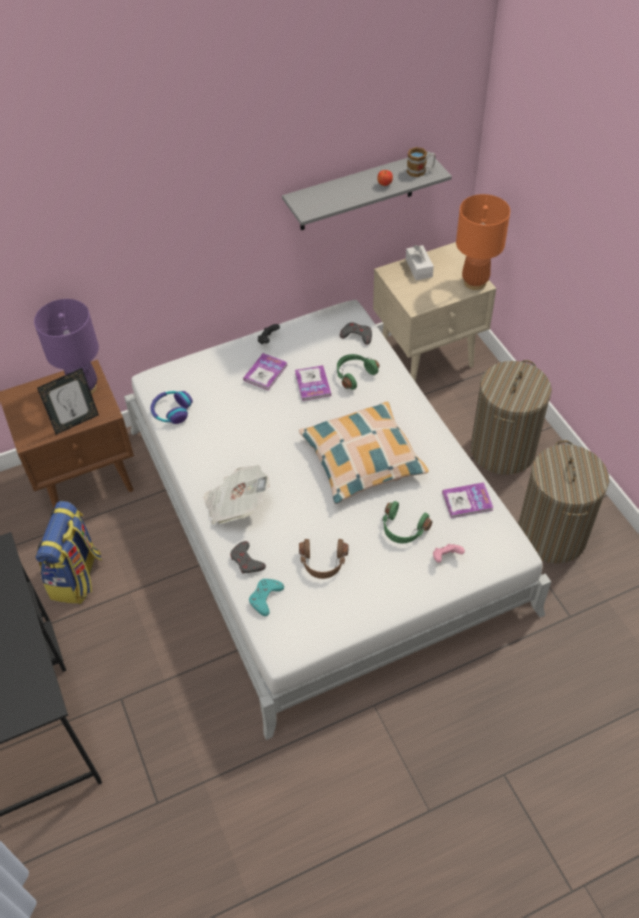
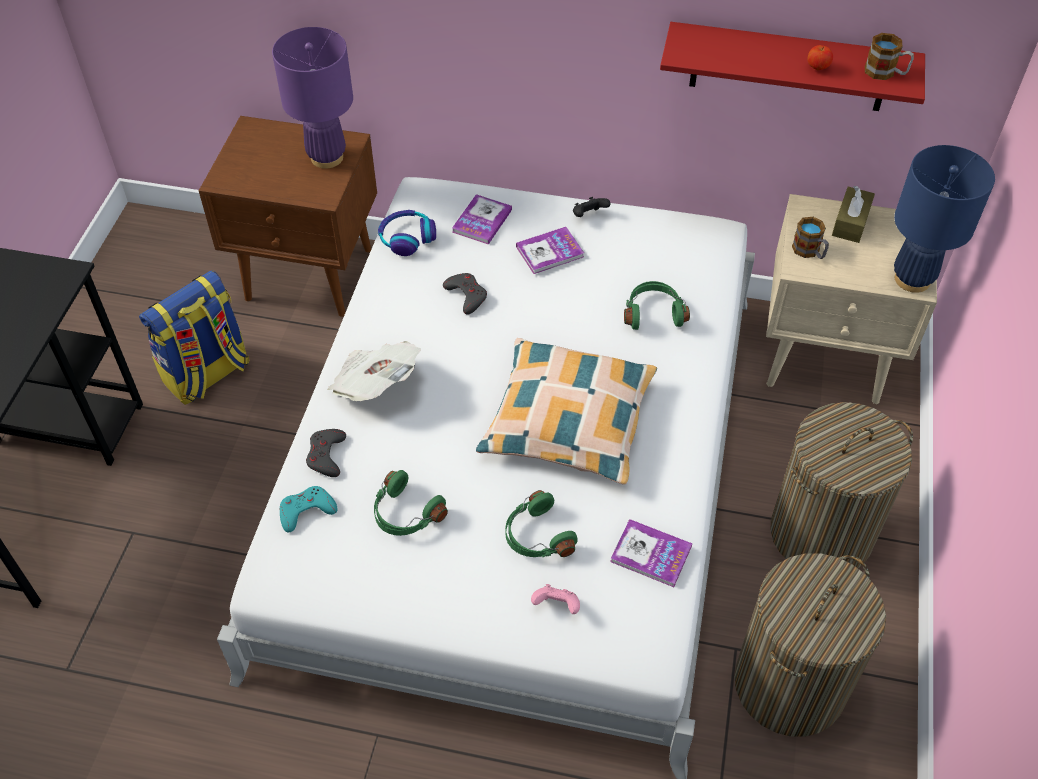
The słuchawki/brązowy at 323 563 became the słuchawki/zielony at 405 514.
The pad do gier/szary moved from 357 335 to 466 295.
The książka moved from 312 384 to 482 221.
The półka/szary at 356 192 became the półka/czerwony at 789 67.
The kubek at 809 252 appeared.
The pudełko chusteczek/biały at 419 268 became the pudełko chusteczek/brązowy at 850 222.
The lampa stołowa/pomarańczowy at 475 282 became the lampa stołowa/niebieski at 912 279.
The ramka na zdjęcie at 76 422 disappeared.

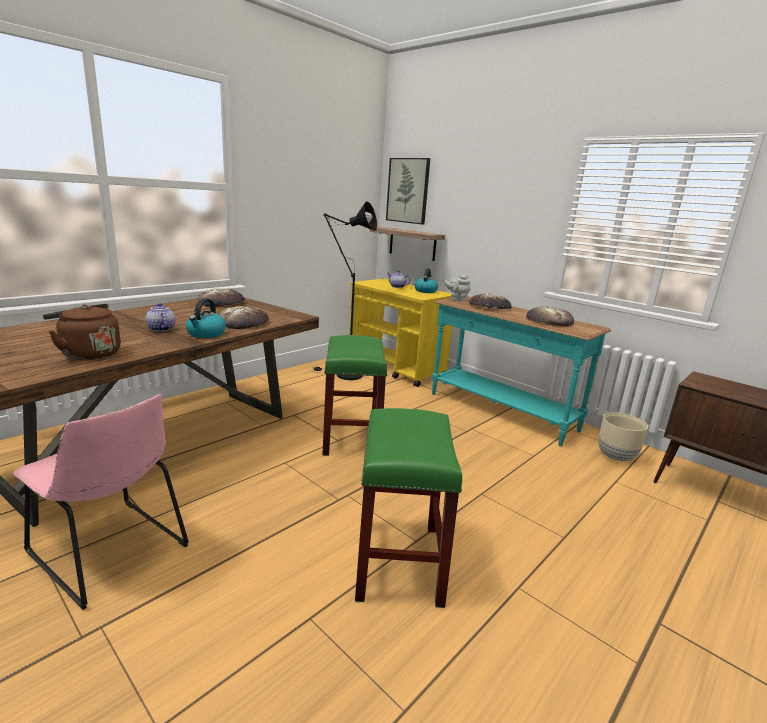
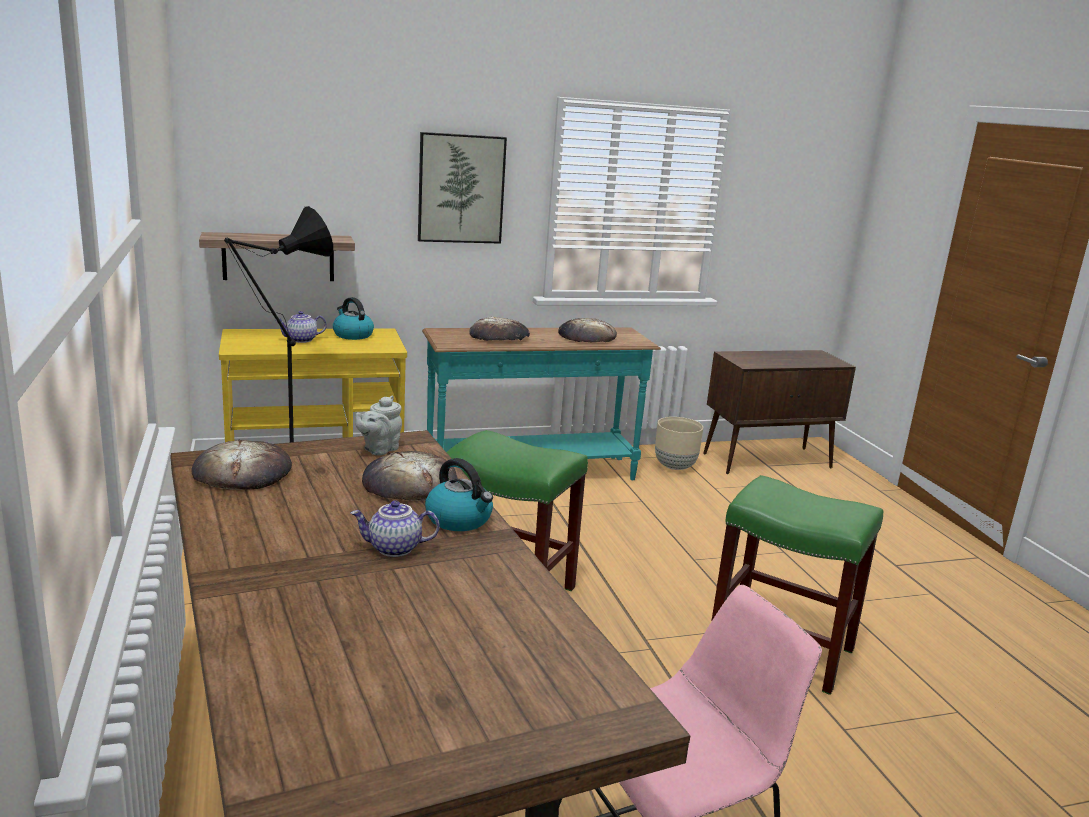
The imbryk/szary moved from 457 299 to 379 449.
The obraz moved from 408 191 to 461 188.
The czajnik/brązowy at 88 354 disappeared.

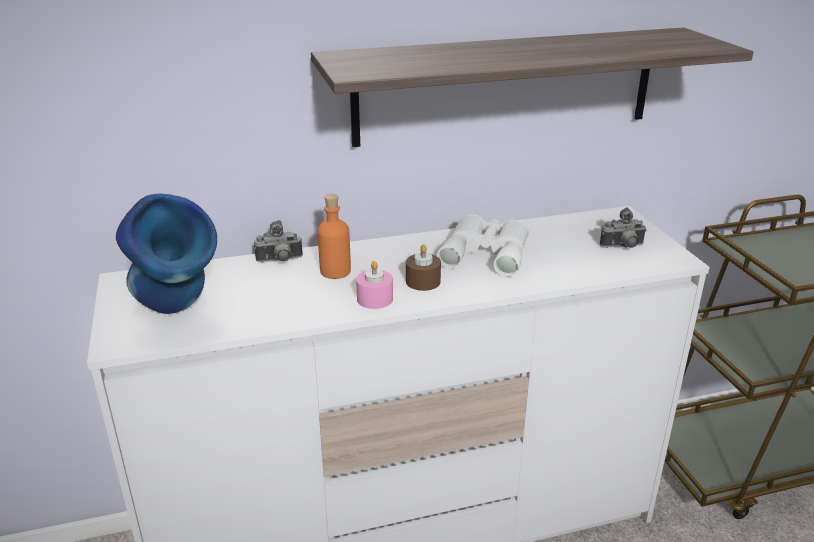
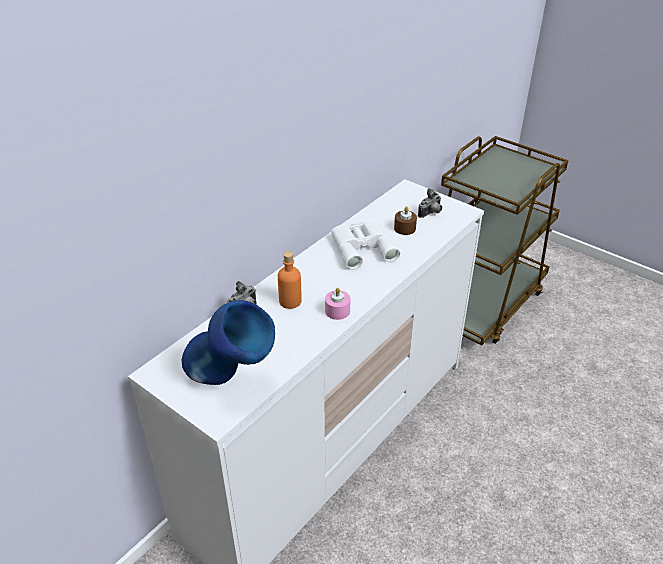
The świeca/brązowy moved from 423 281 to 404 228.
The półka at 506 86 disappeared.

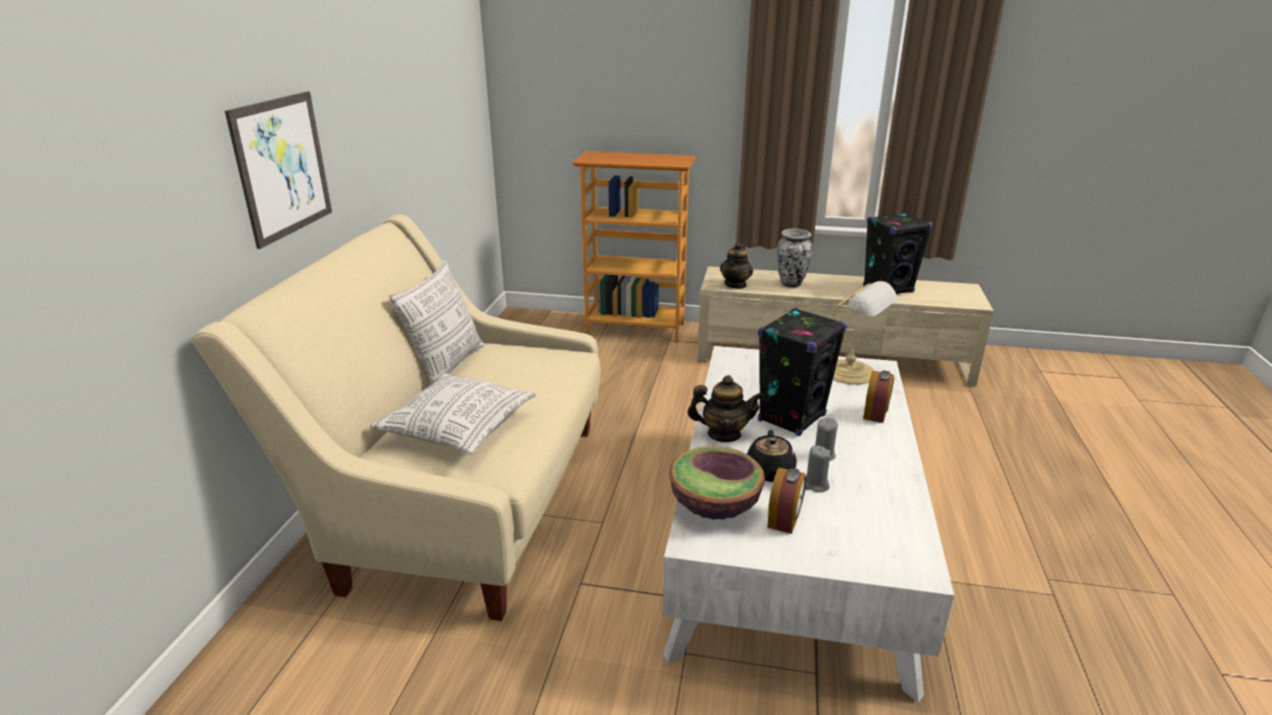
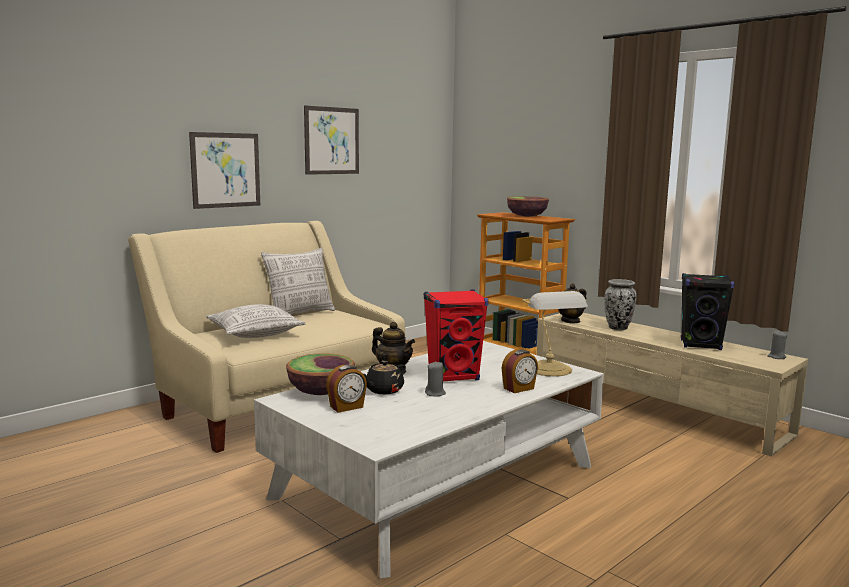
The obraz at 332 140 appeared.
The głośnik/czarny at 792 418 became the głośnik/czerwony at 453 376.
The miska at 527 216 appeared.
The świeca/szary moved from 815 485 to 776 357.

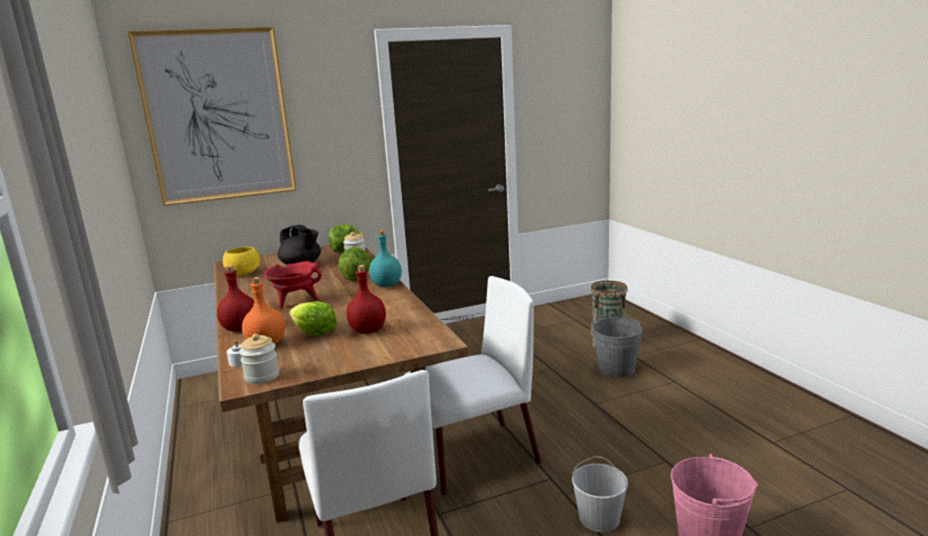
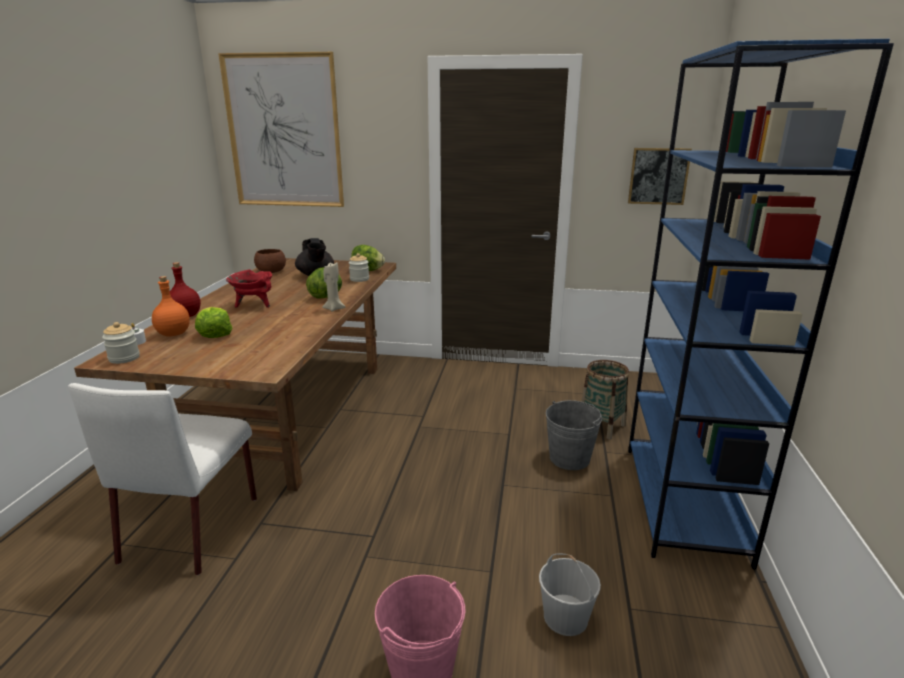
The miska/żółty at 244 273 became the miska/brązowy at 272 272.
The butelka/turkusowy at 387 285 was replaced by the świeca/beżowy at 334 309.
The wiadro/biały moved from 600 518 to 566 617.
The regał/niebieski at 684 502 appeared.
The obraz at 658 176 appeared.
The butelka/czerwony at 368 330 disappeared.
The krzesło/biały at 474 458 disappeared.

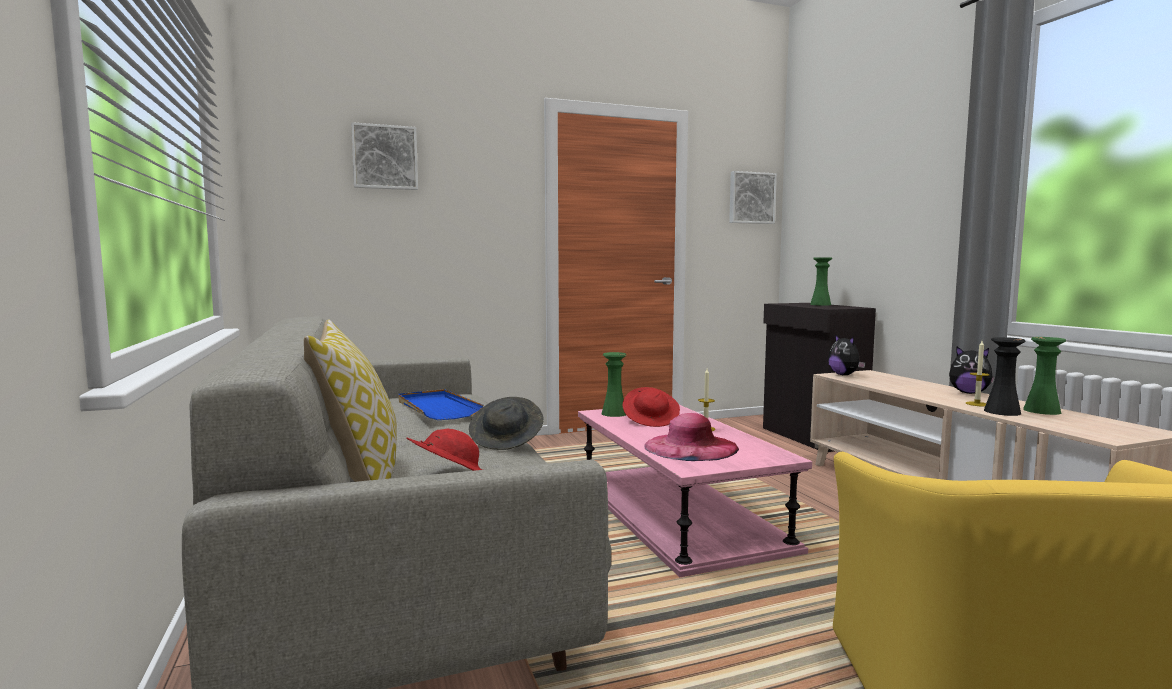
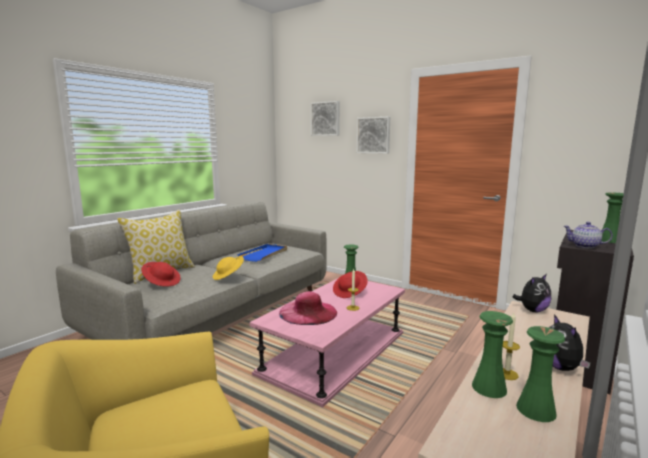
The kapelusz/szary at 507 440 became the kapelusz/żółty at 228 276.
The obraz moved from 751 198 to 374 135.
The wazon/czarny at 1002 412 became the wazon/zielony at 489 388.
The pluszak at 844 375 turned 150 degrees counterclockwise.
The imbryk at 585 246 appeared.

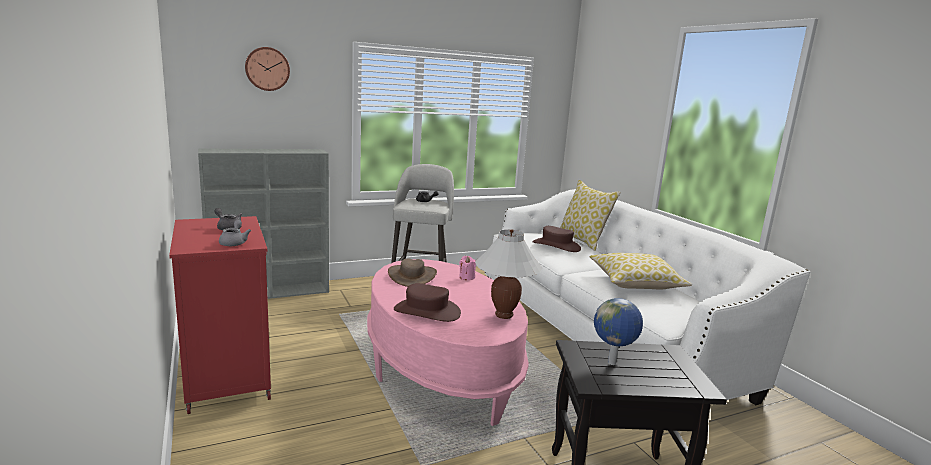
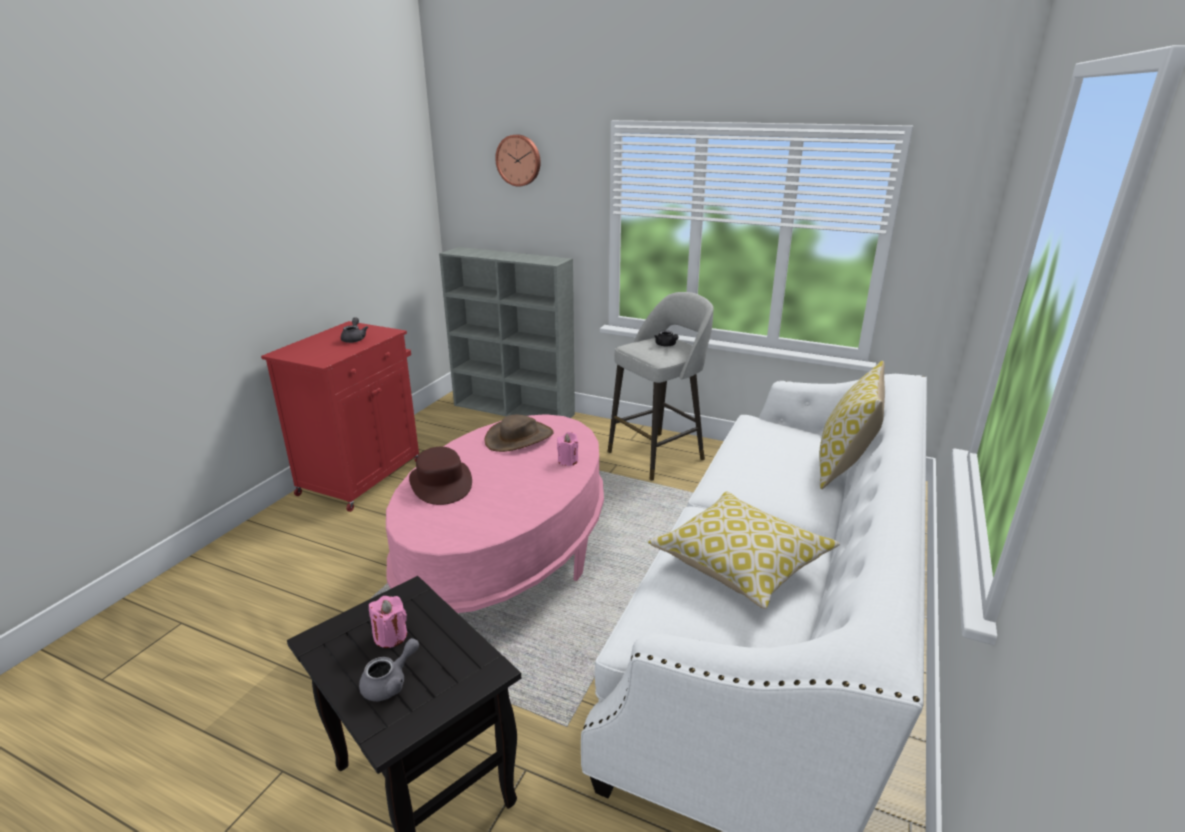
The imbryk/szary moved from 234 242 to 390 683.
The globus at 612 363 was replaced by the świeca/różowy at 390 636.
The lampa stołowa/biały at 504 315 disappeared.
The kapelusz/brązowy at 556 245 disappeared.

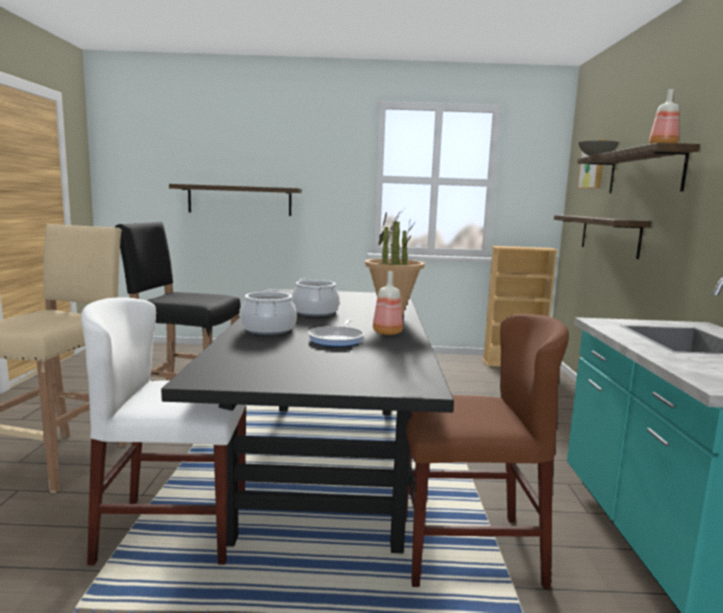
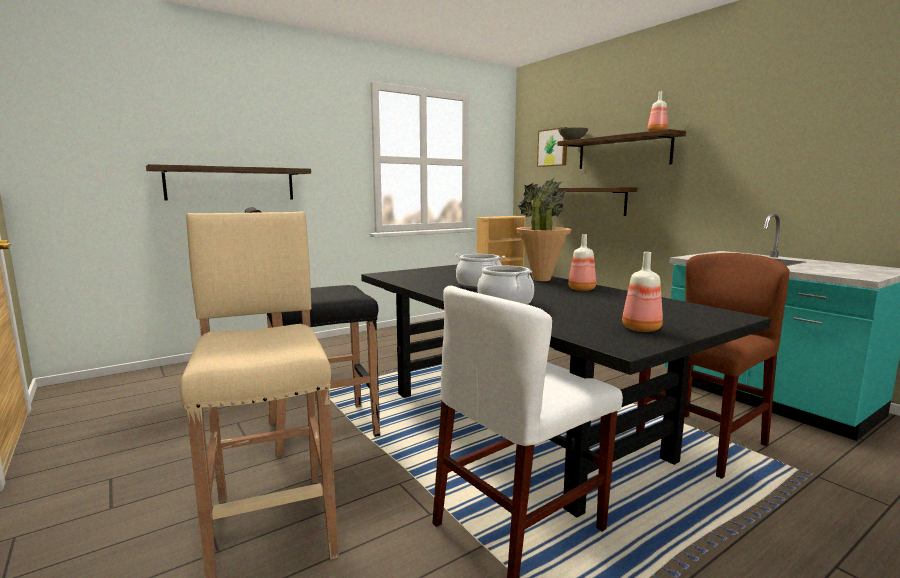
The butelka at 642 329 appeared.
The patelnia at 337 339 disappeared.

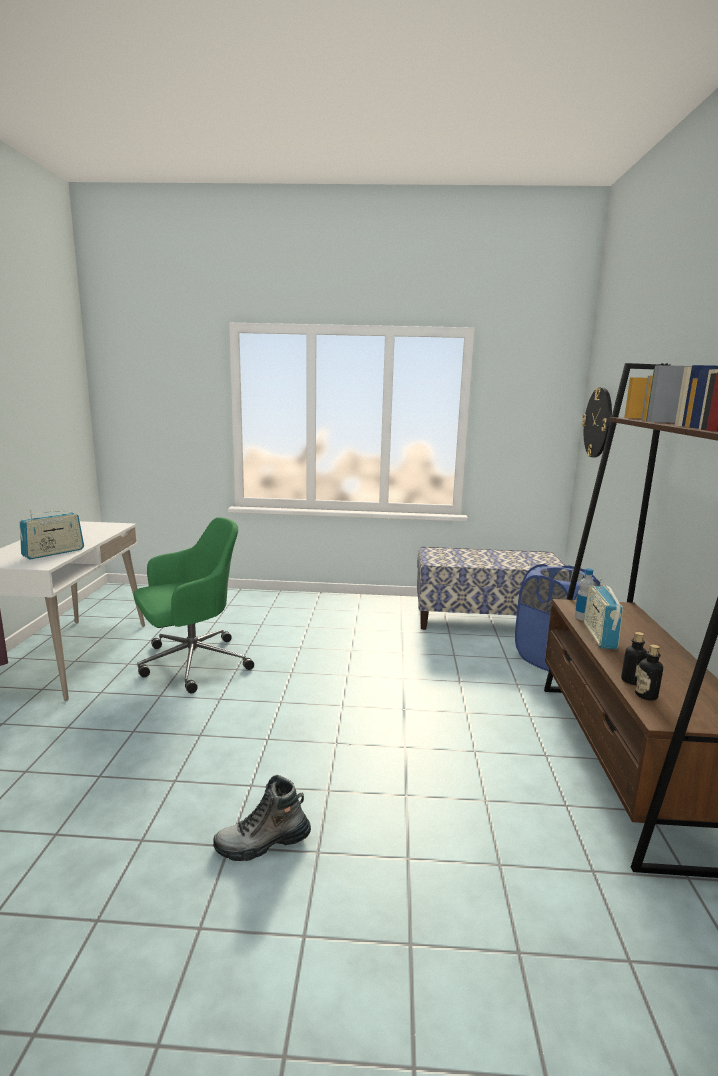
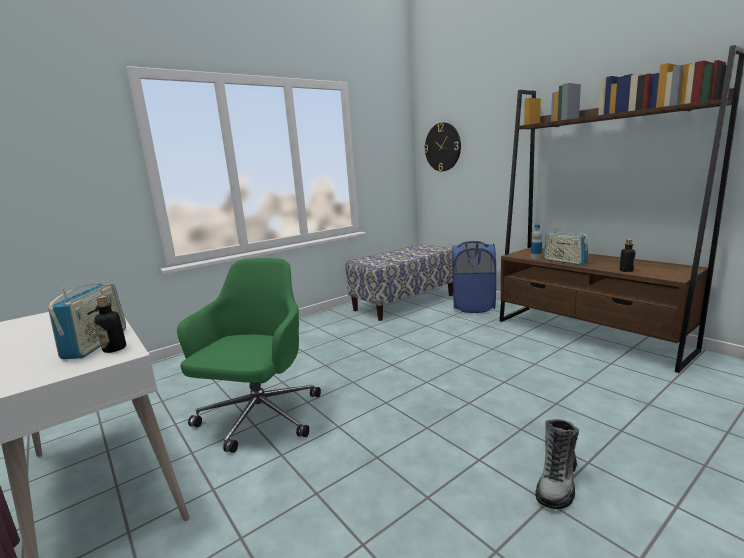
The butelka moved from 646 695 to 114 349.

